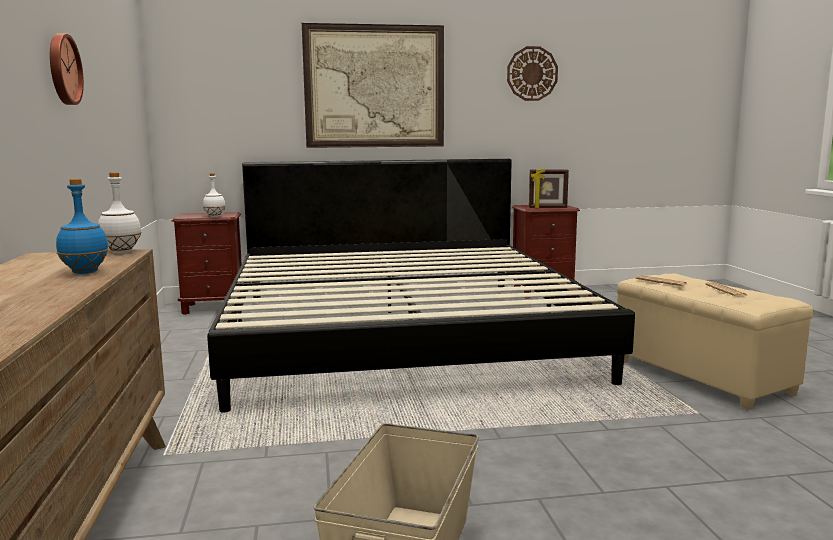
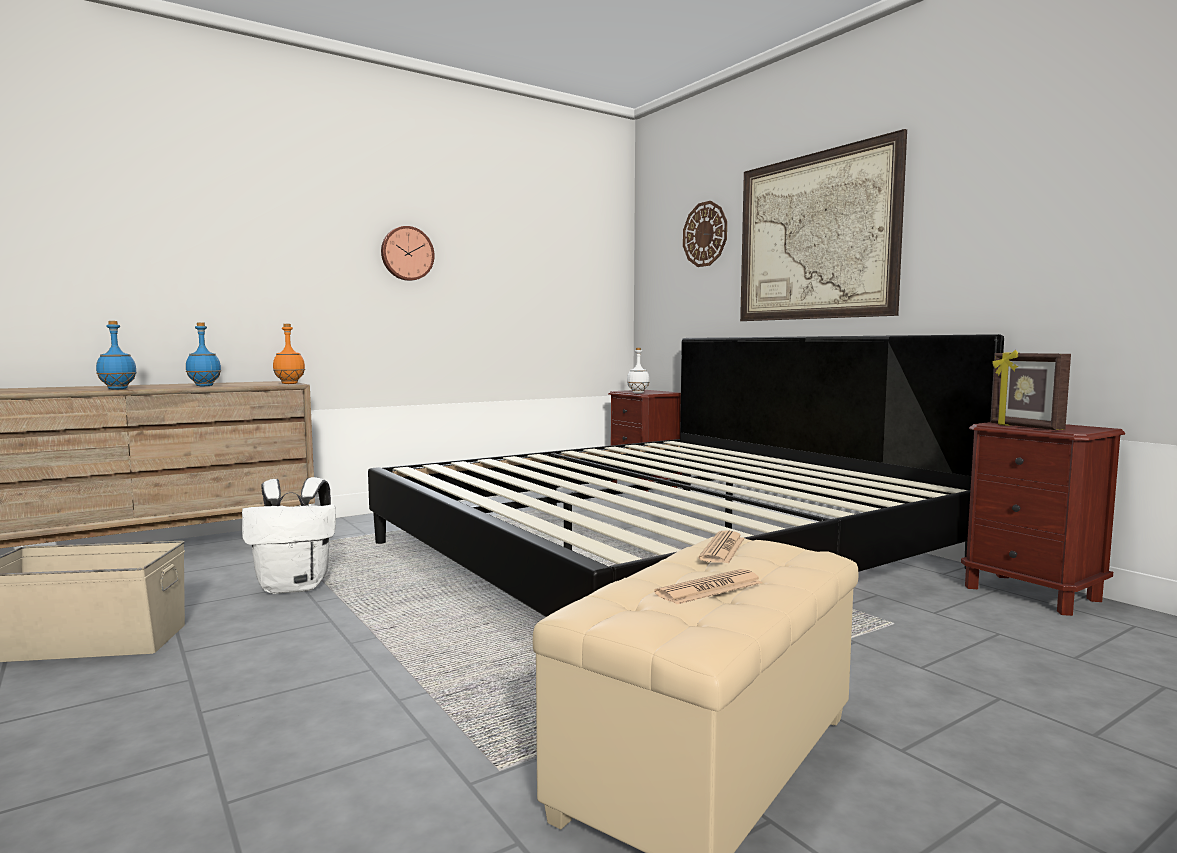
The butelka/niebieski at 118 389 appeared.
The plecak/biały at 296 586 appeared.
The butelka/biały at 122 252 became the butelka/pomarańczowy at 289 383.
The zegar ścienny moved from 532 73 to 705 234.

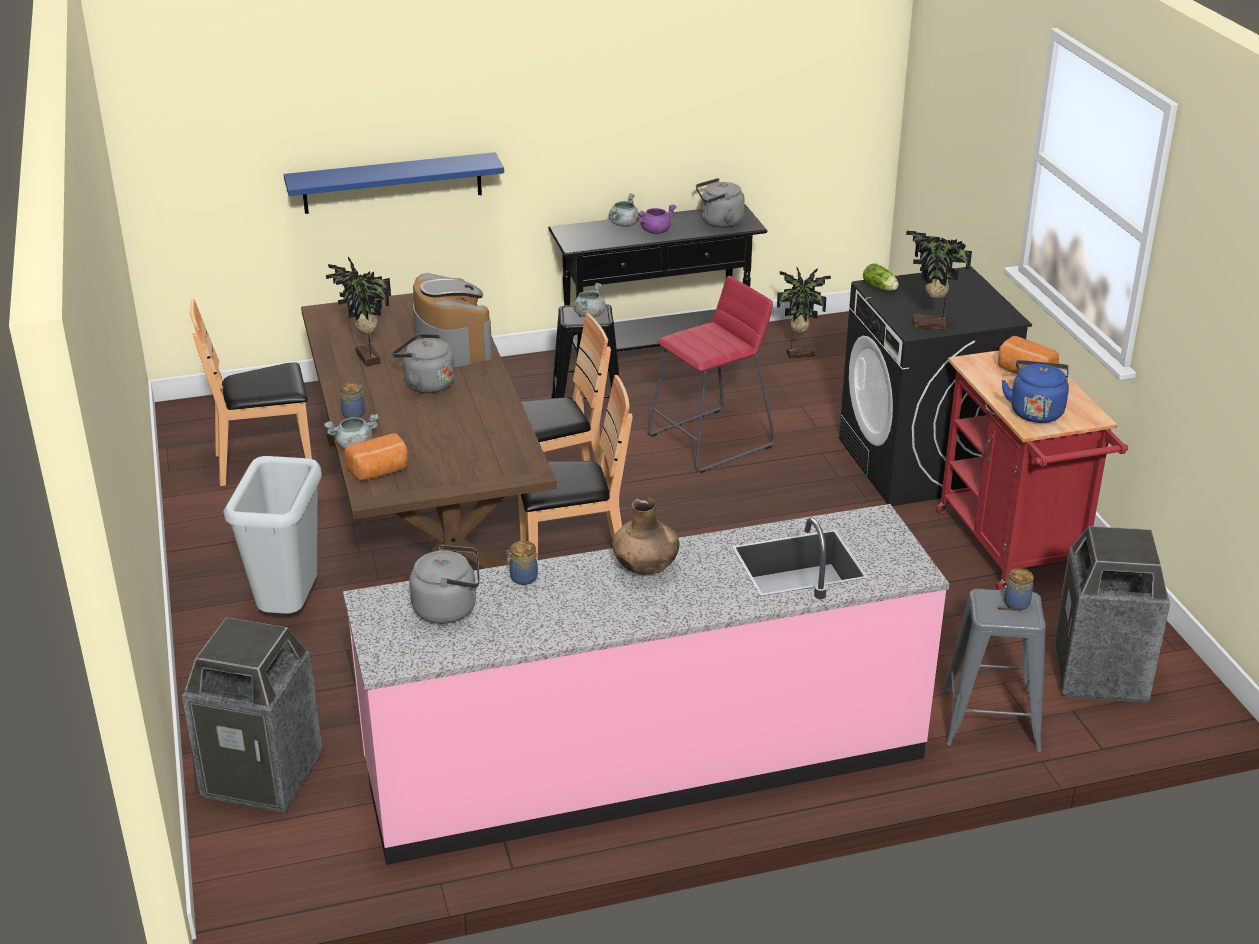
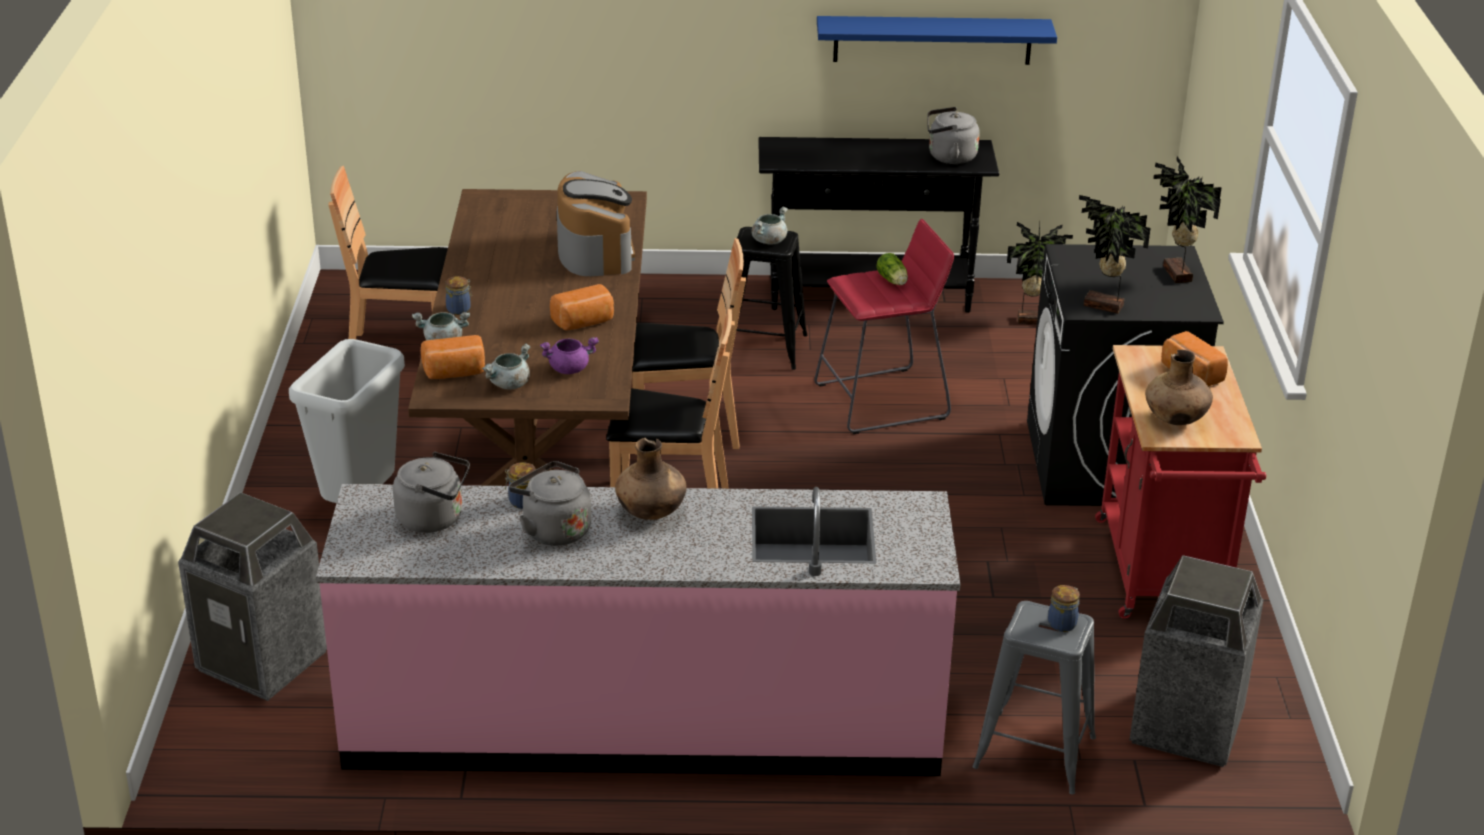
The garnek/szary moved from 624 224 to 509 385.
The czajnik/szary moved from 426 384 to 553 530.
The garnek/fioletowy moved from 655 231 to 569 368.
The chleb at 584 322 appeared.
The półka/niebieski moved from 392 183 to 932 40.
The sałata moved from 880 288 to 893 281.
The czajnik/niebieski at 1035 411 was replaced by the wazon/brązowy at 1175 419.
The roślina doniczkowa moved from 366 359 to 1175 275.

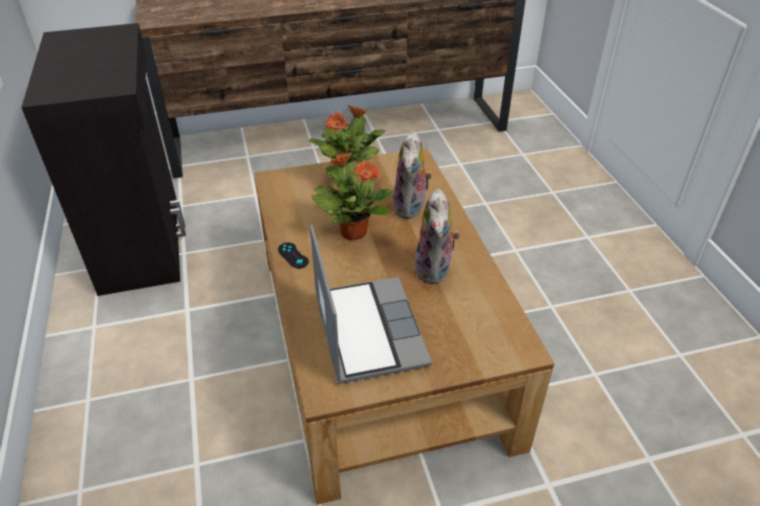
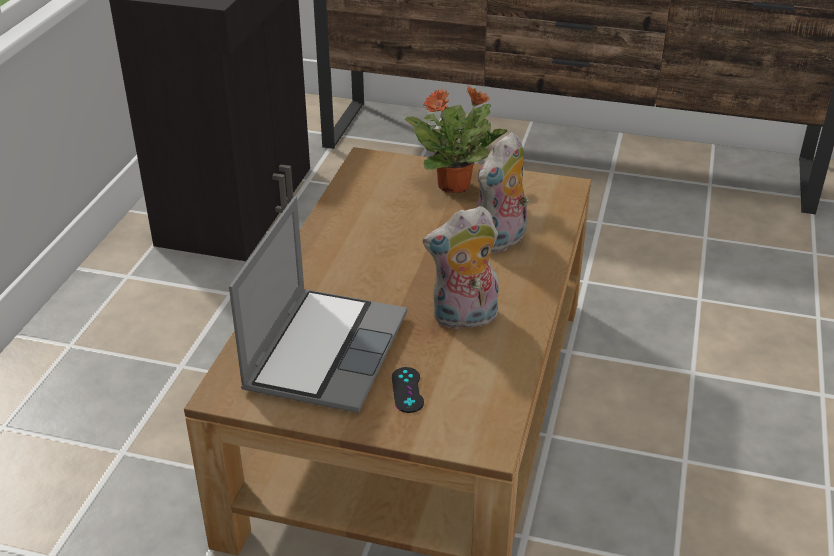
The pad do gier/czarny moved from 293 255 to 407 390.
The pluszak at 435 270 turned 45 degrees clockwise.
The roślina doniczkowa at 353 232 disappeared.

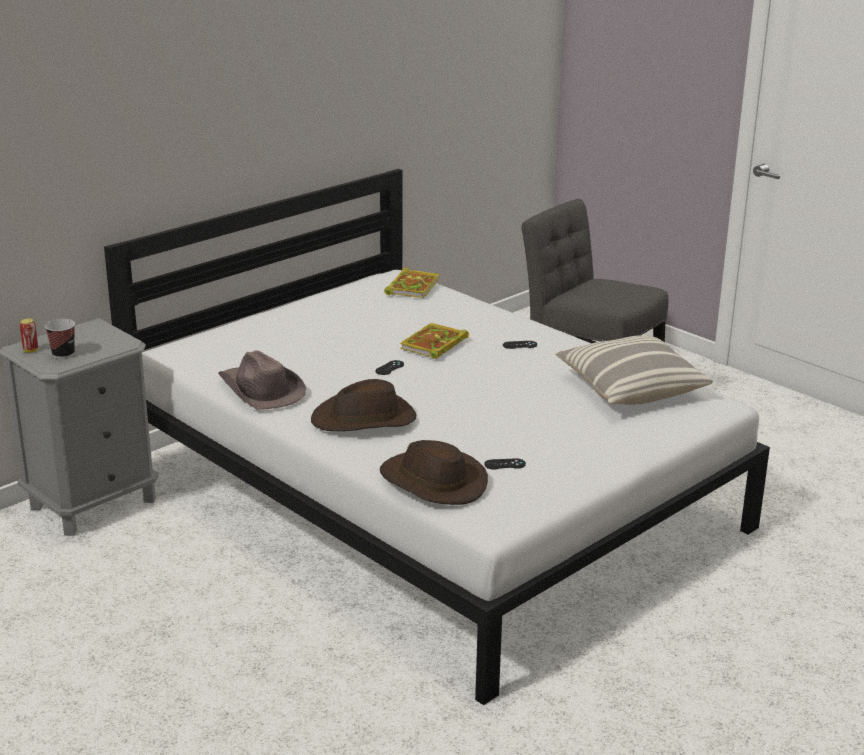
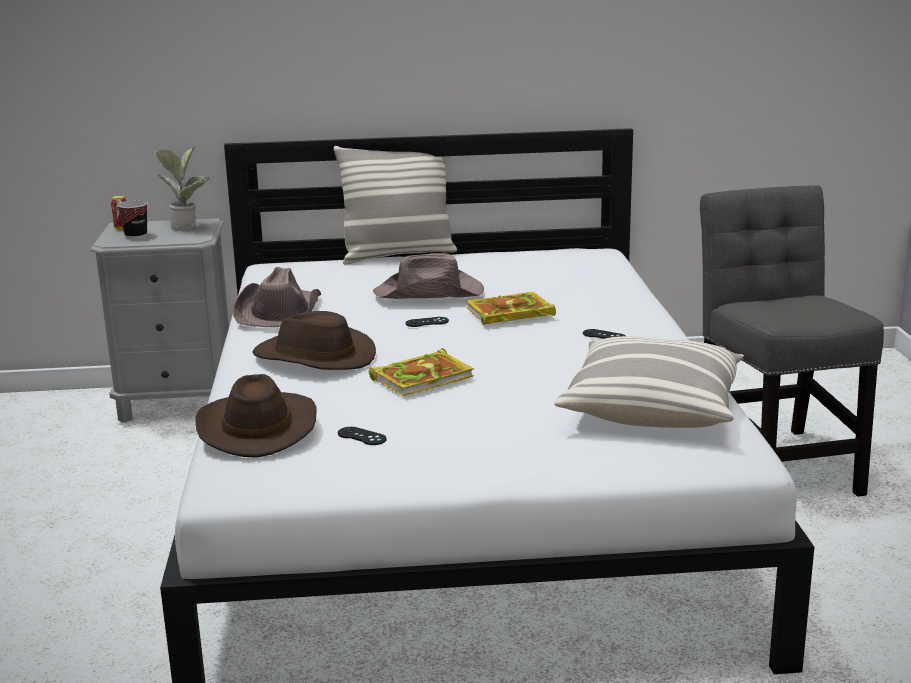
The roślina doniczkowa at 188 226 appeared.
The poduszka at 397 255 appeared.
The książka moved from 412 286 to 423 377.
The kapelusz/brązowy at 430 293 appeared.

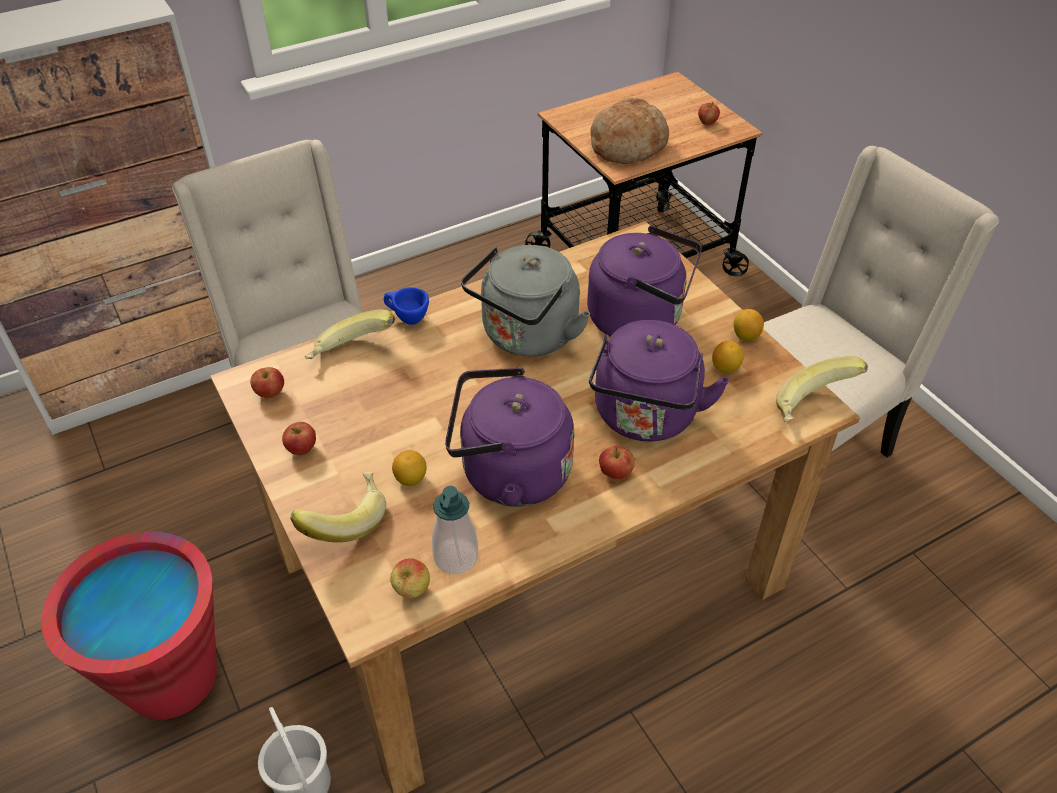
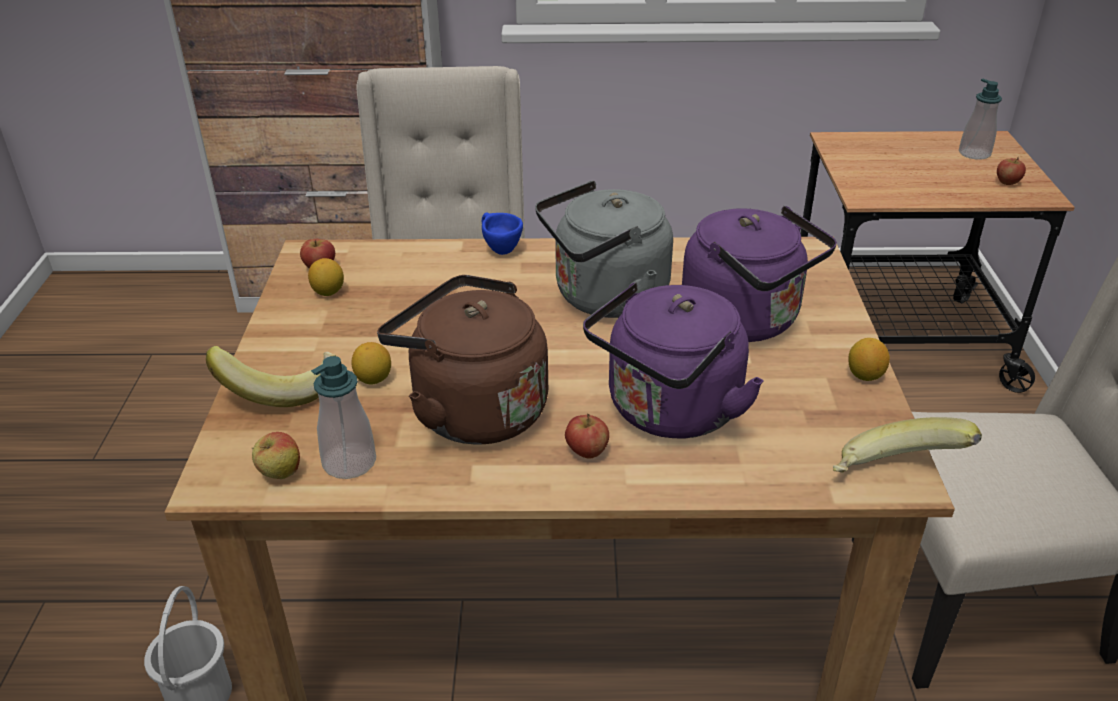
The cytryna moved from 725 368 to 328 292.
The czajnik/fioletowy at 508 473 became the czajnik/brązowy at 472 410.
The dozownik mydła at 974 153 appeared.
The wiadro/czerwony at 171 677 disappeared.
The jabłko at 302 449 disappeared.
The banan at 352 354 disappeared.
The chleb at 628 145 disappeared.

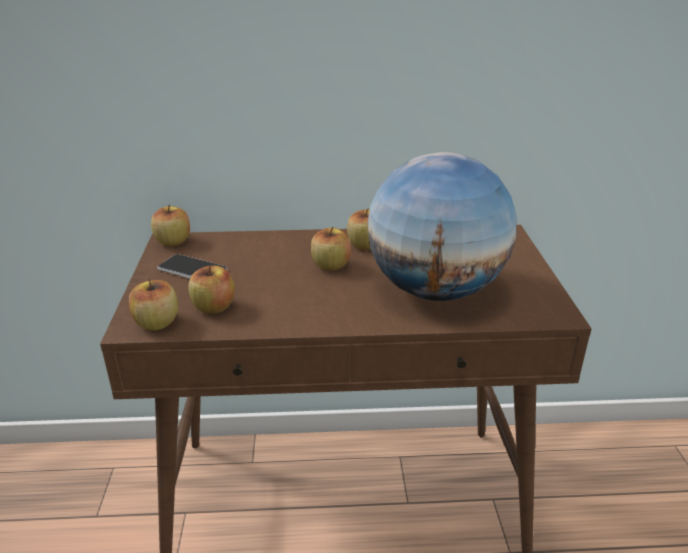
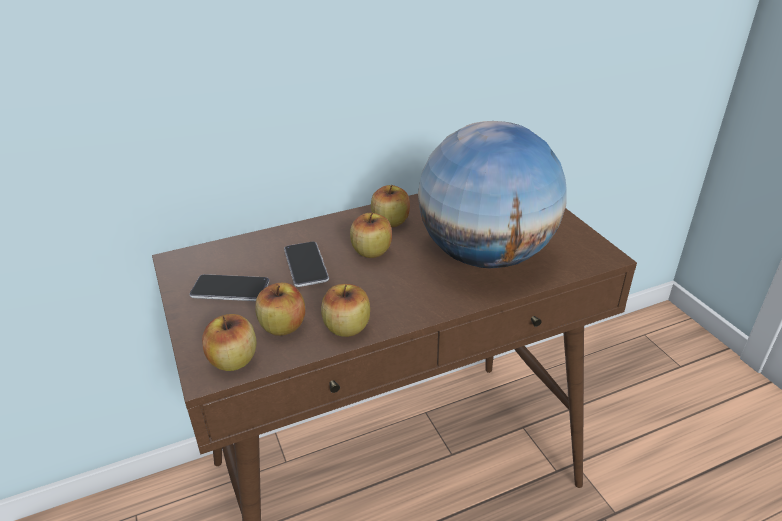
The telefon at 306 265 appeared.
The jabłko moved from 173 241 to 346 327.

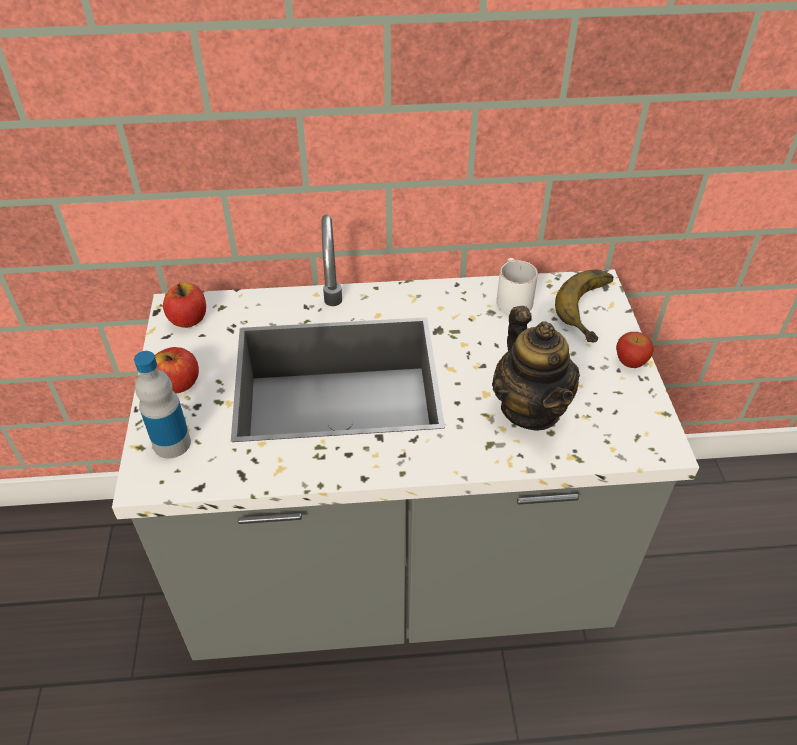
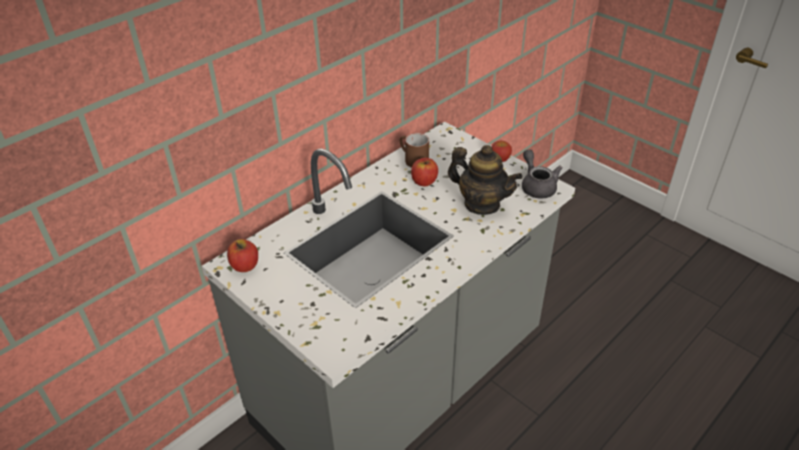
The kubek/biały at 511 298 became the kubek/brązowy at 412 160.
The jabłko moved from 178 384 to 424 181.
The imbryk/szary at 537 186 appeared.
The butelka at 172 443 disappeared.
The banan at 594 309 disappeared.

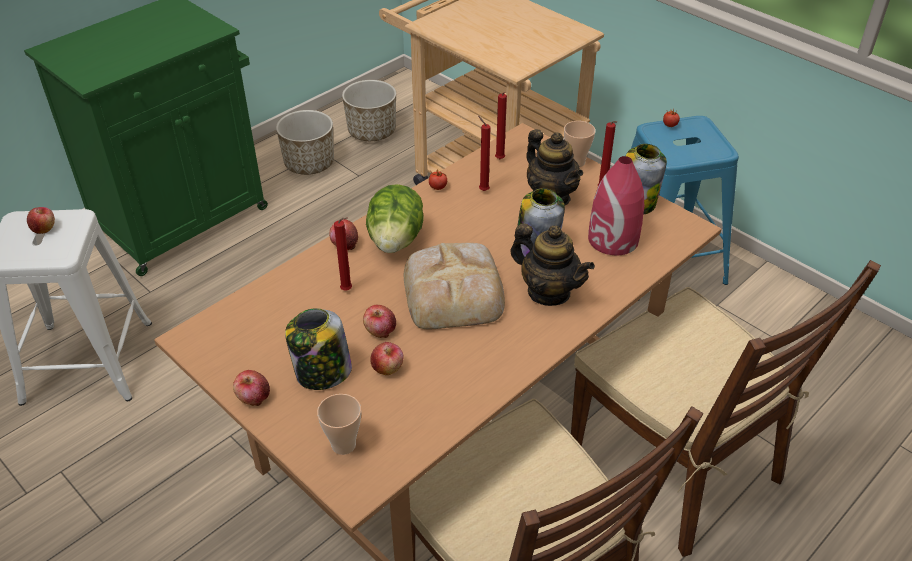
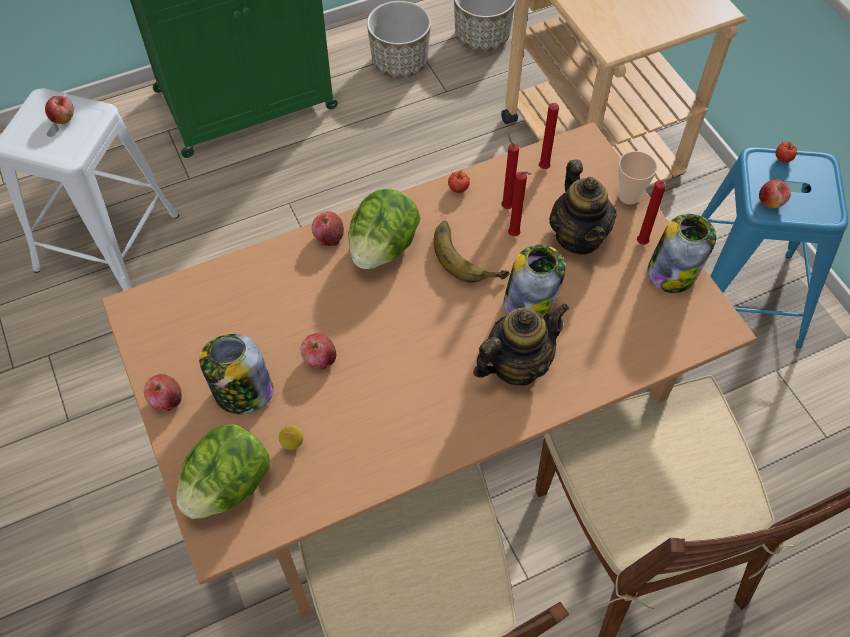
The filiżanka at 343 445 was replaced by the sałata at 228 485.
The cytryna at 293 444 appeared.
The banan at 469 254 appeared.
The imbryk at 548 292 turned 90 degrees counterclockwise.
The świeca/czerwony moved from 348 290 to 515 236.
The jabłko moved from 387 368 to 771 202.
The chleb at 454 291 disappeared.
The wazon/czerwony at 613 240 disappeared.

